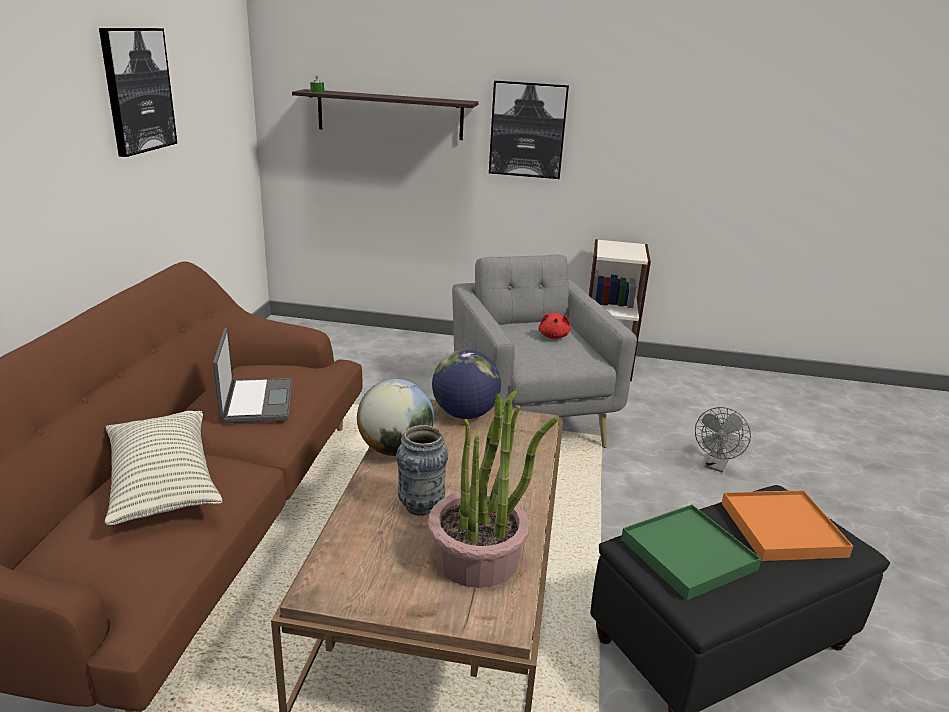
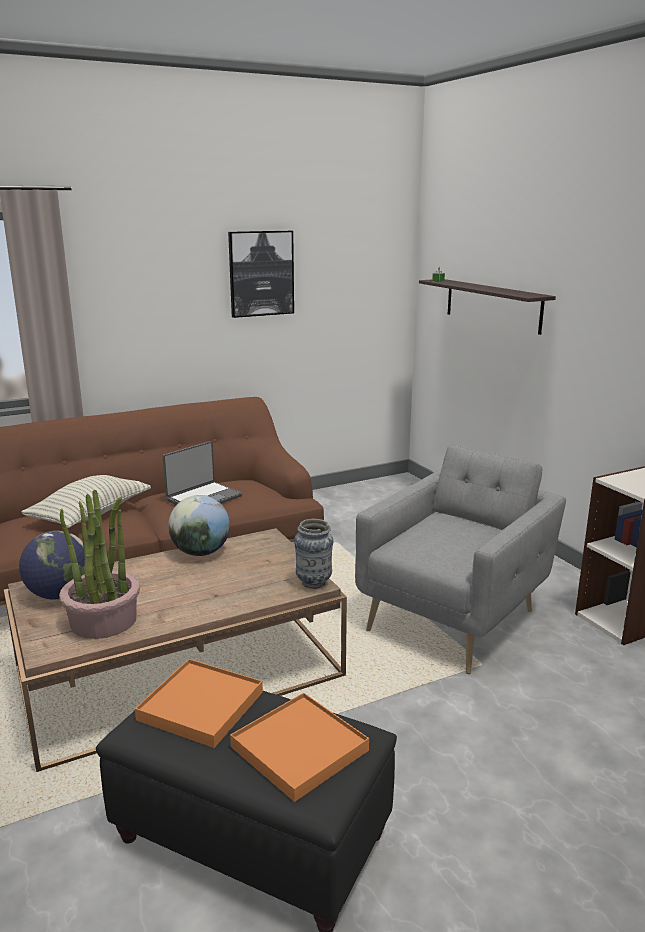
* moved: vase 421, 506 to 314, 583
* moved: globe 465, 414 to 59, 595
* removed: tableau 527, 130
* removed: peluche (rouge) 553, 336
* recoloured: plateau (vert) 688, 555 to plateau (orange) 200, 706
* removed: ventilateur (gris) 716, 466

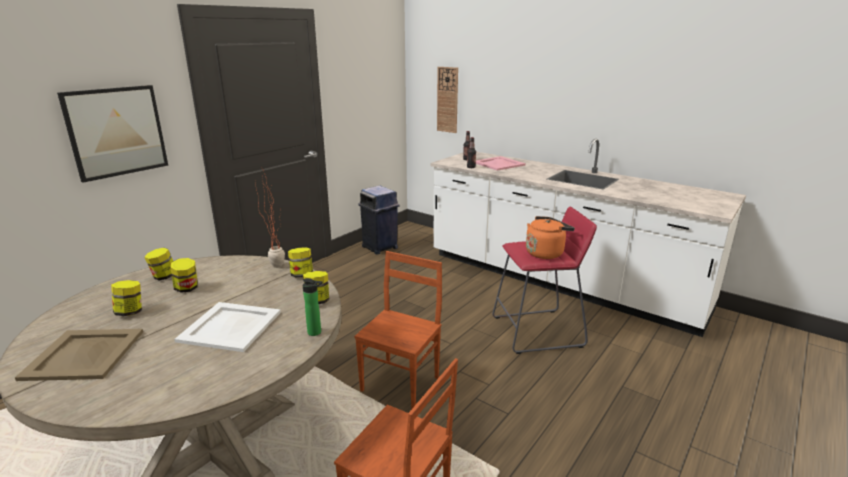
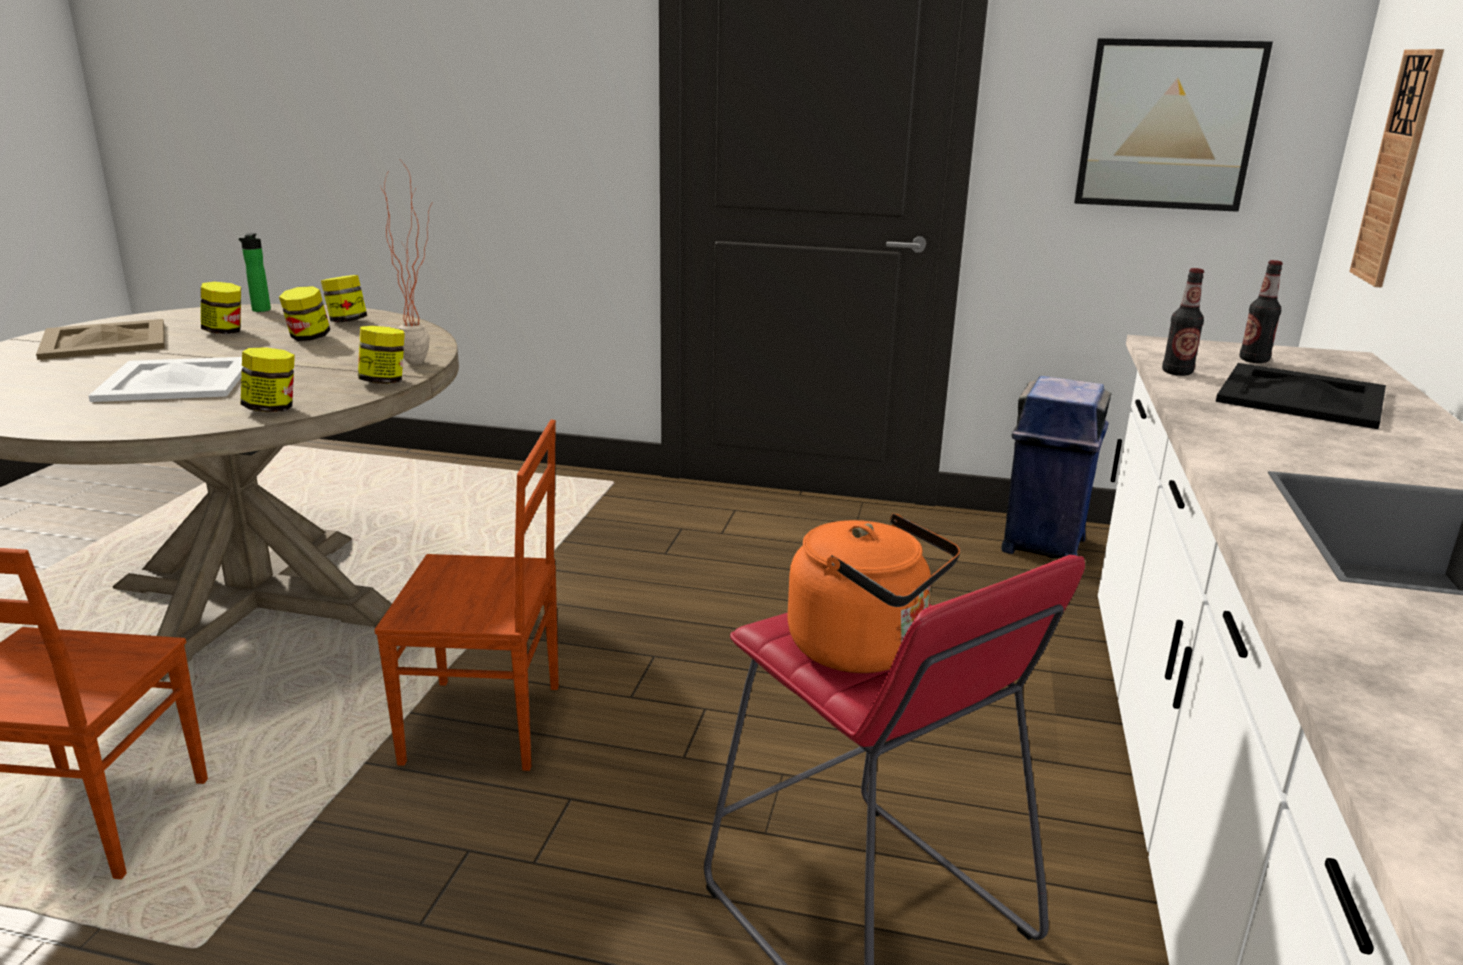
* moved: tableau 116, 132 to 1168, 125
* moved: bouteille 316, 332 to 260, 310
* recoloured: plateau (rose) 499, 163 to plateau (noir) 1303, 396

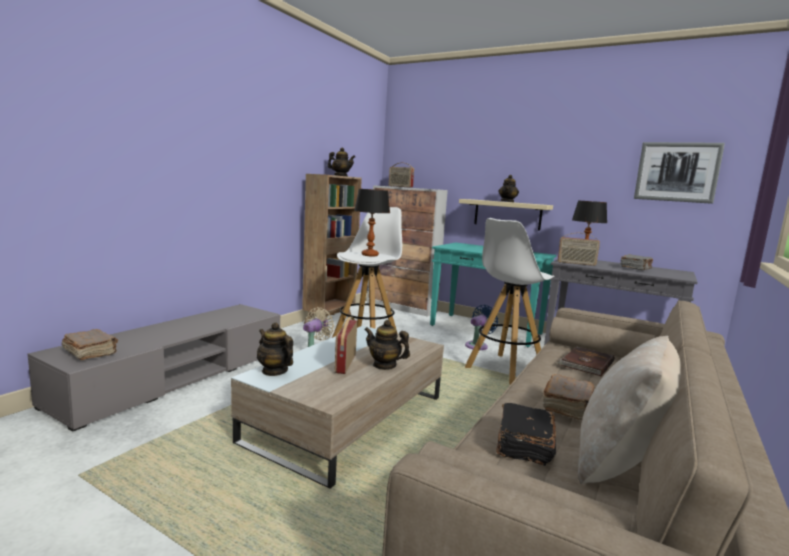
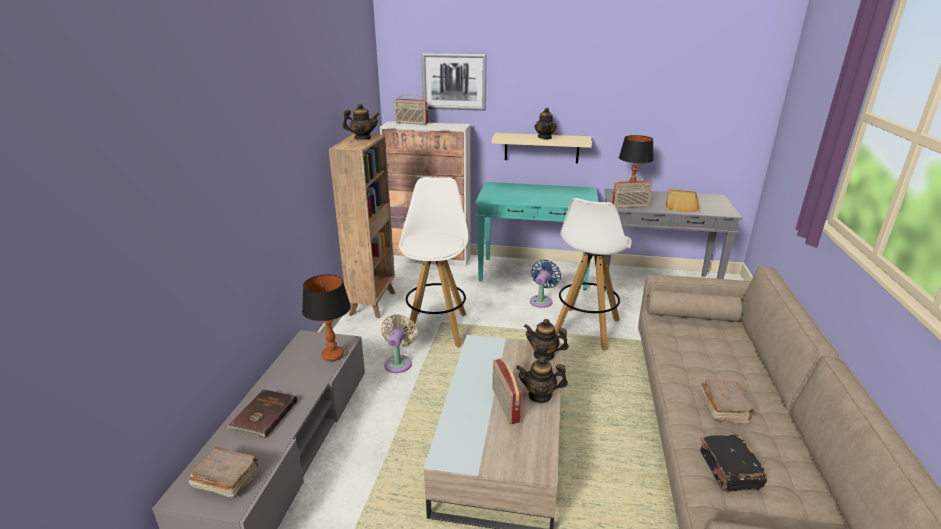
* moved: théière 274, 371 to 544, 355
* moved: lampe de table 370, 255 to 333, 355
* moved: livre (marron) 586, 363 to 263, 415
* removed: coussin (beige) 620, 462
* replaced: livre (gris) 636, 268 to plateau (beige) 681, 202
* moved: tableau 677, 172 to 454, 81

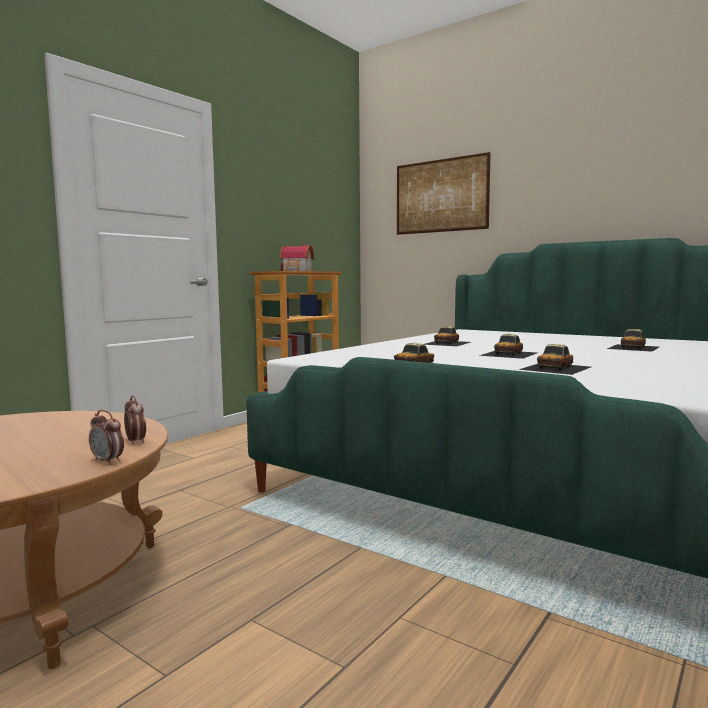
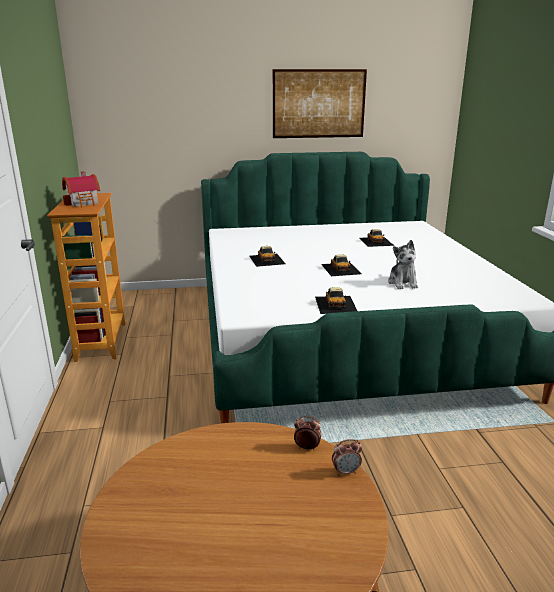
* moved: tableau 441, 196 to 319, 104
* replaced: petite voiture 556, 368 to peluche 402, 283

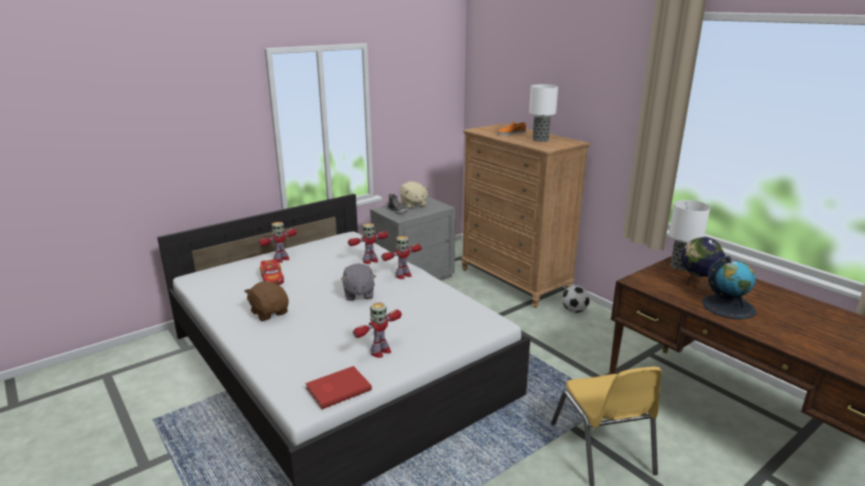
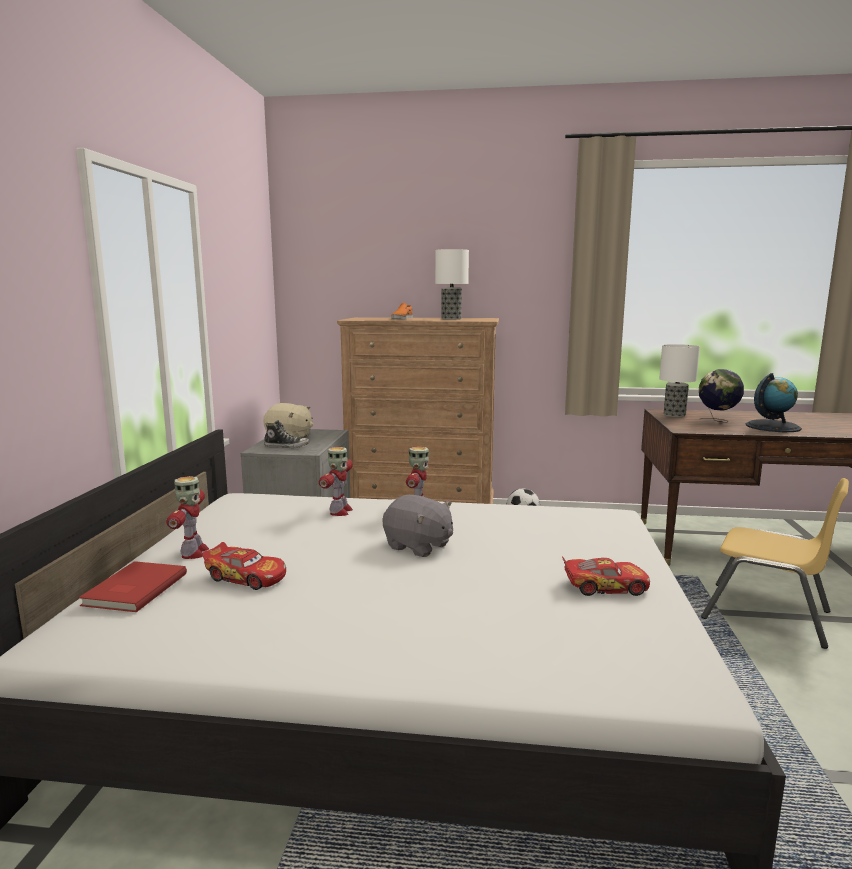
* removed: peluche (marron) 270, 313
* moved: livre (rouge) 337, 388 to 133, 589
* replaced: robot jouet 380, 352 to petite voiture 604, 586

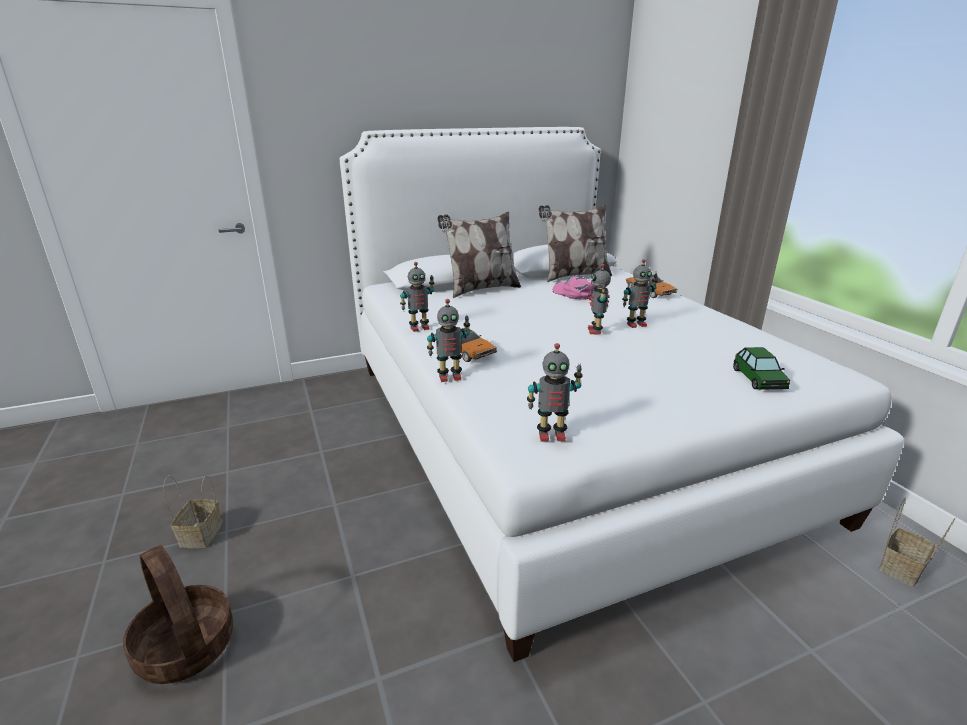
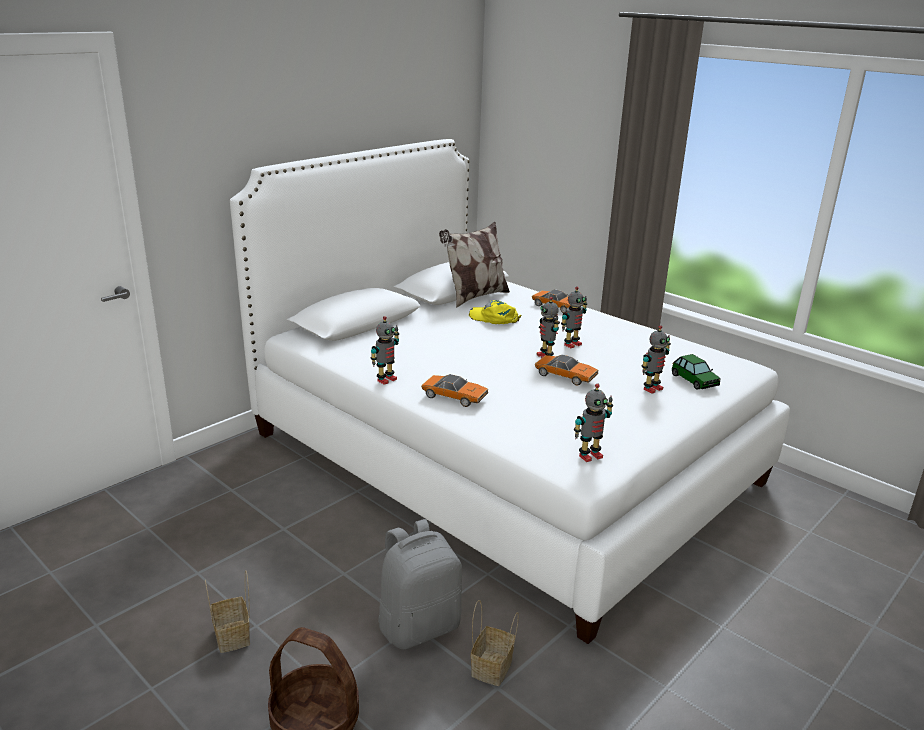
* moved: robot jouet 449, 377 to 651, 388
* removed: coussin 481, 289
* recoloured: casquette (rose) 576, 294 to casquette (jaune) 494, 318
* moved: panier 901, 569 to 492, 669
* added: sac à dos (gris) 419, 626
* added: petite voiture 565, 376

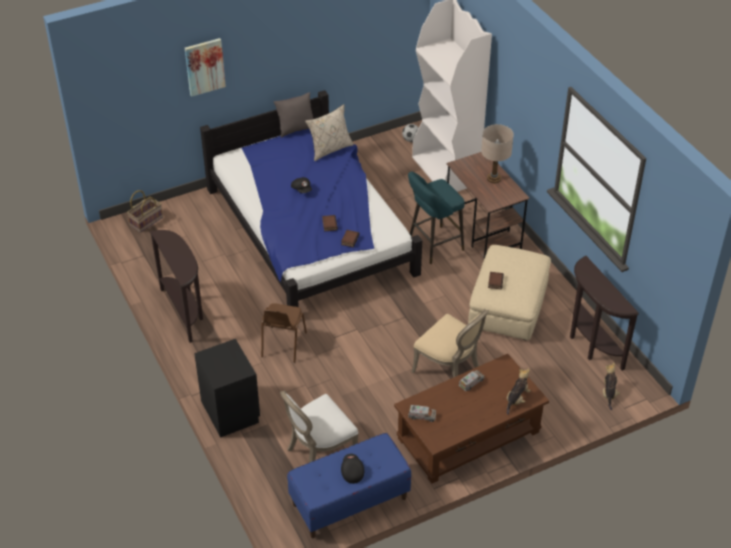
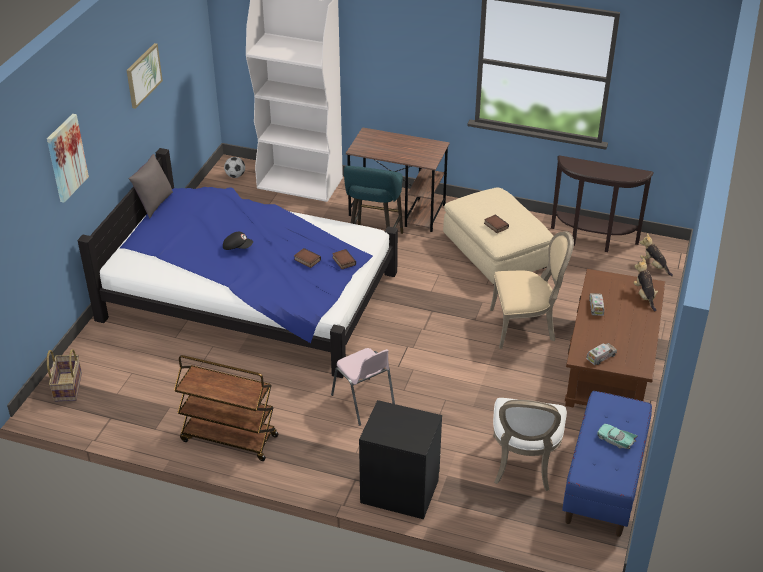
* replaced: table console (marron) 185, 311 to chariot (marron) 228, 438
* recoloured: chaise (marron) 283, 345 to chaise (rose) 363, 402
* removed: coussin (beige) 329, 149
* replaced: casquette (noir) 351, 471 to petite voiture (turquoise) 615, 440
* removed: lampe de table (beige) 493, 178
* added: tableau 143, 75

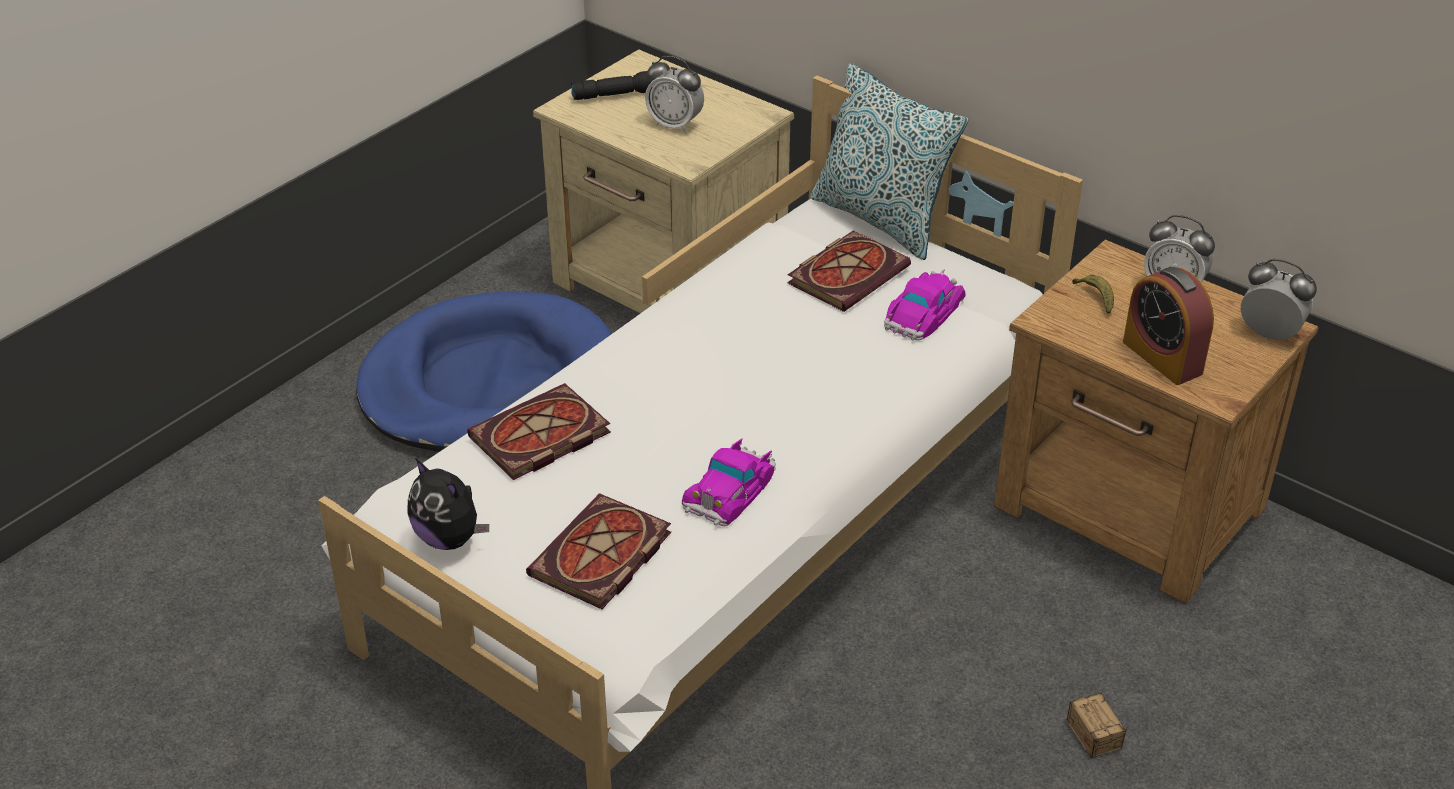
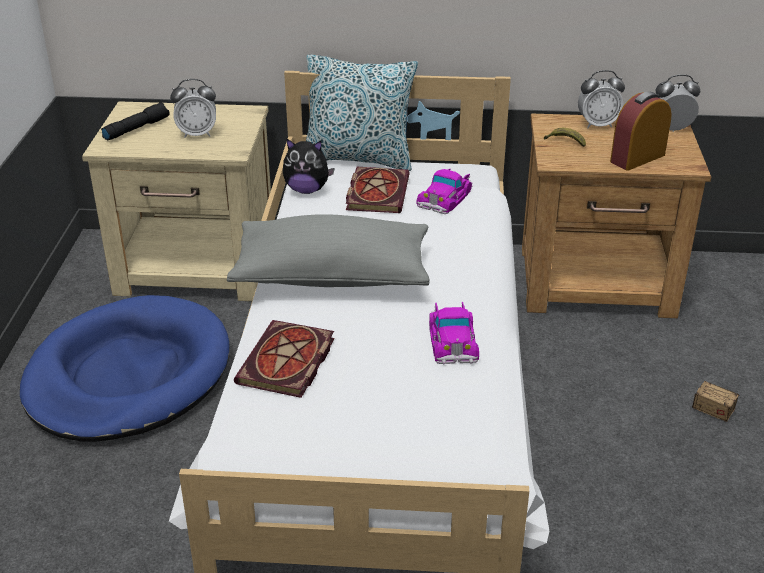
* moved: peluche 450, 538 to 307, 190
* removed: livre 601, 558
* turned: petite voiture 923, 312 = 445, 197 150 degrees counterclockwise
* turned: réveil 1162, 357 = 637, 158 120 degrees clockwise
* added: coussin (gris) 332, 276

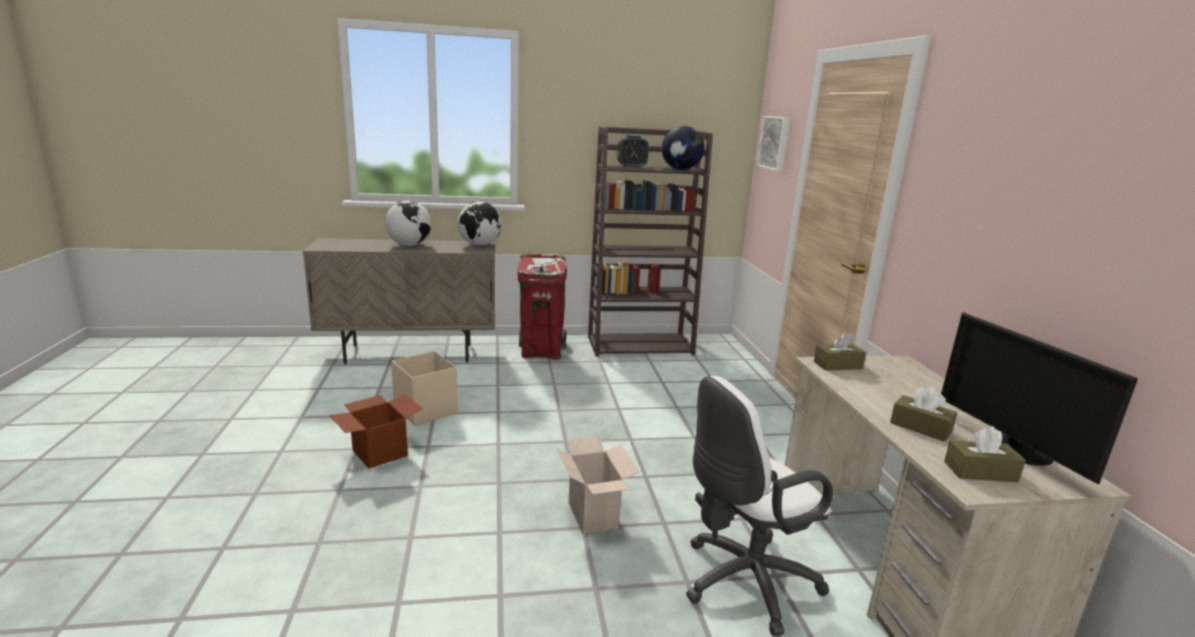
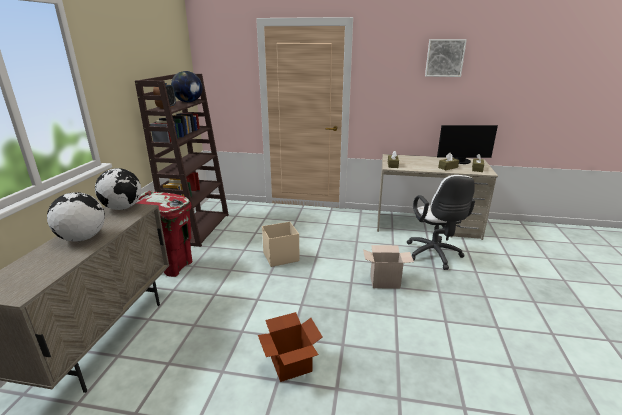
* moved: boîte de rangement (beige) 425, 410 to 280, 257
* moved: tableau 775, 143 to 444, 58

